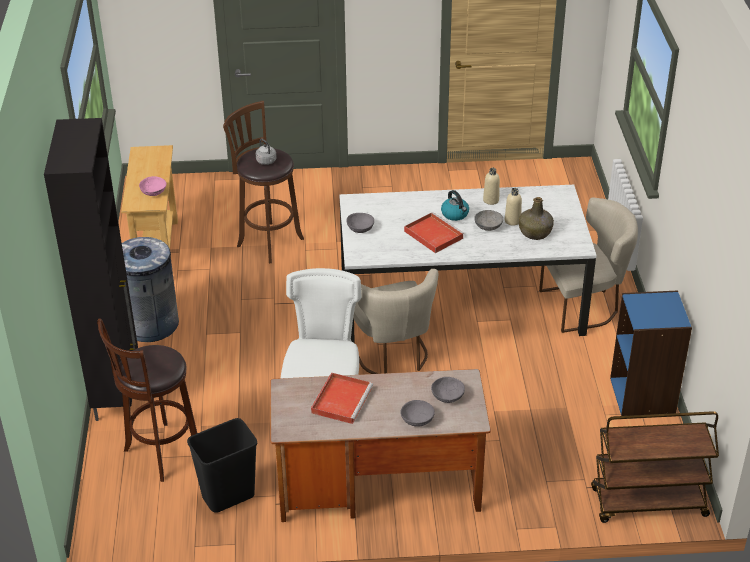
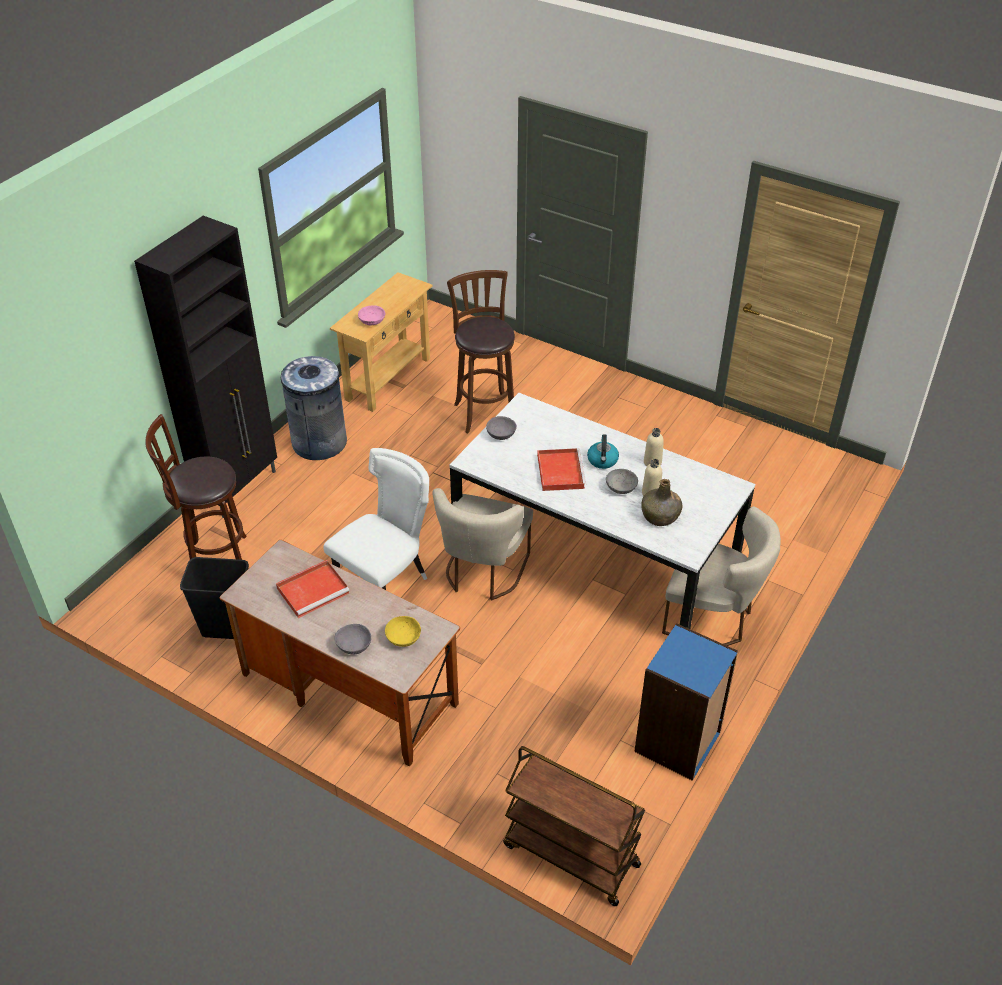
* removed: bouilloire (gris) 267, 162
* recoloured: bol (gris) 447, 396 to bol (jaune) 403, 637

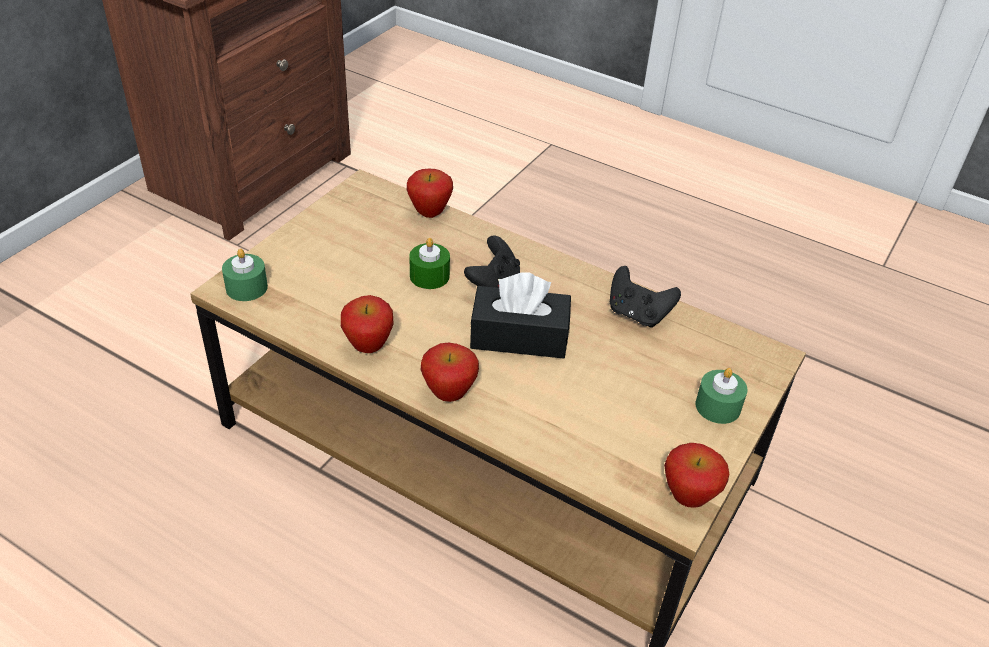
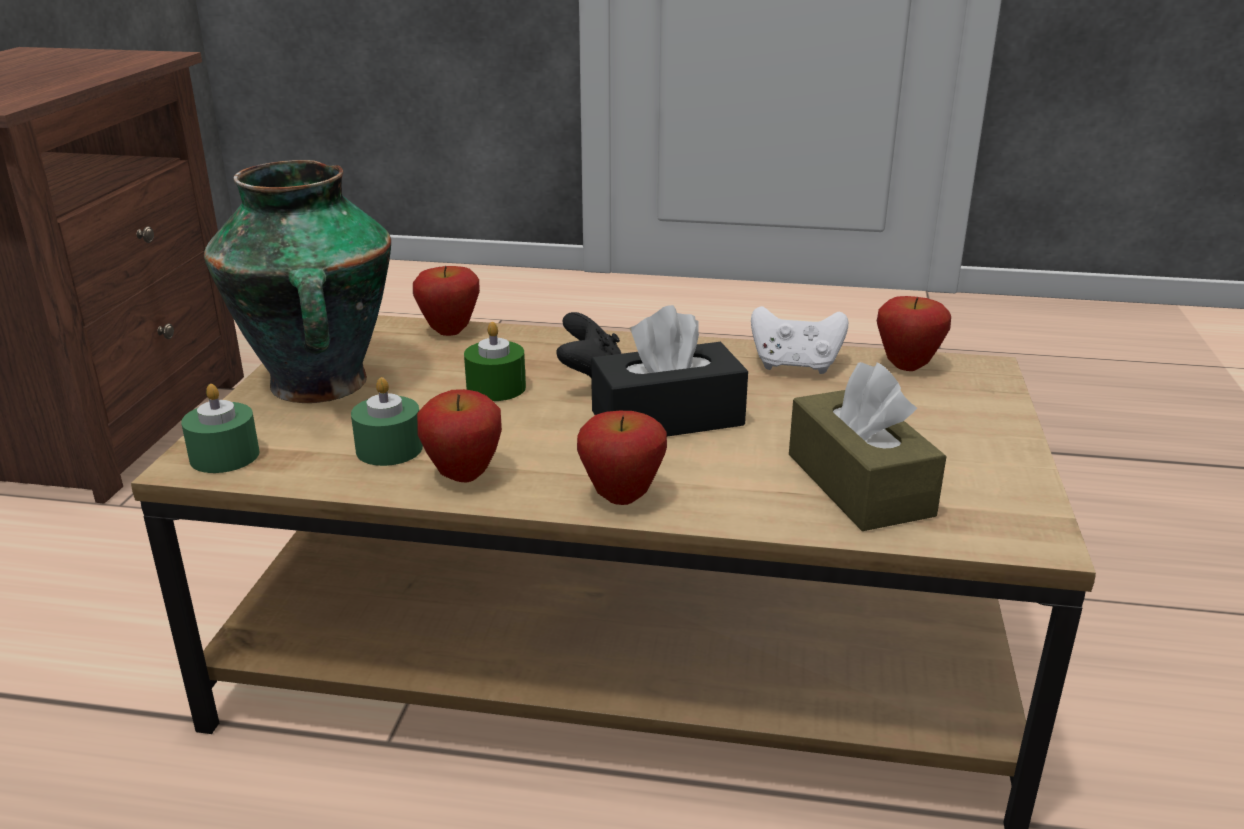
* recoloured: manette (noir) 637, 314 to manette (blanc) 795, 366
* moved: pomme 688, 498 to 907, 366
* moved: bougie (vert) 718, 406 to 389, 449
* added: vase 319, 385
* added: boîte à mouchoirs (marron) 859, 484

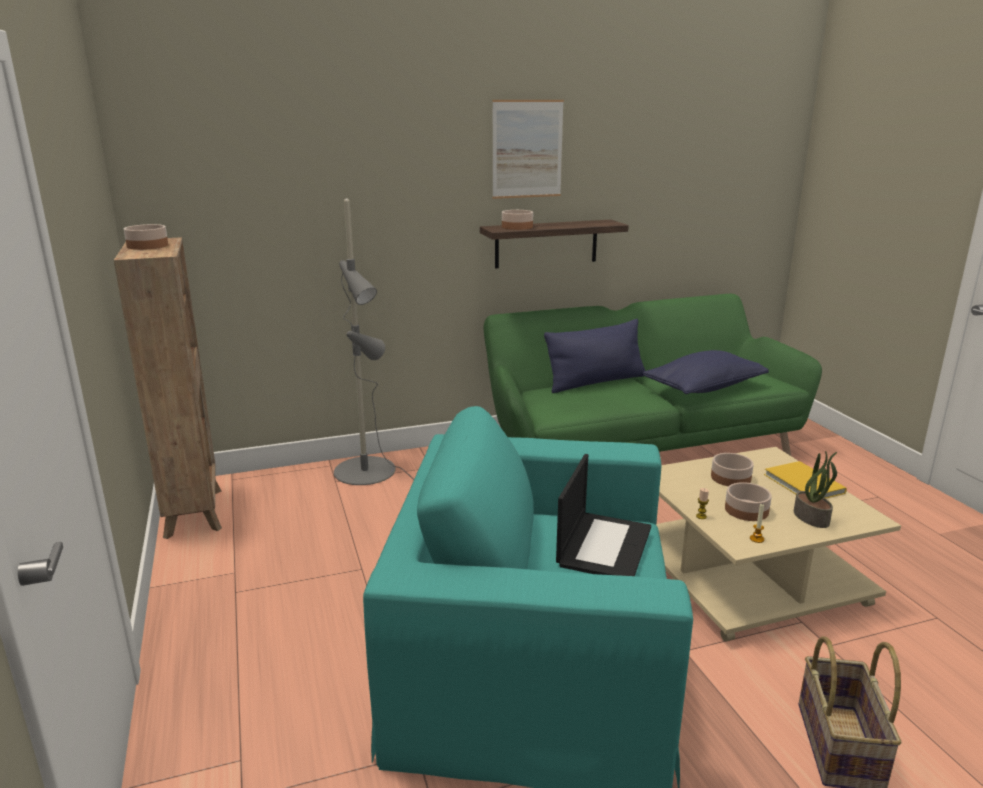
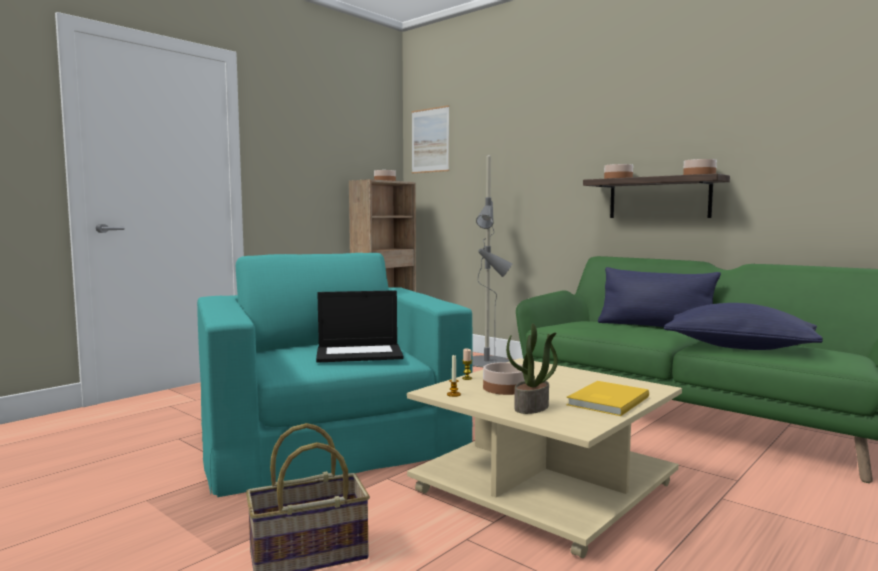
* moved: tableau 527, 149 to 430, 140
* moved: bol 731, 478 to 699, 175

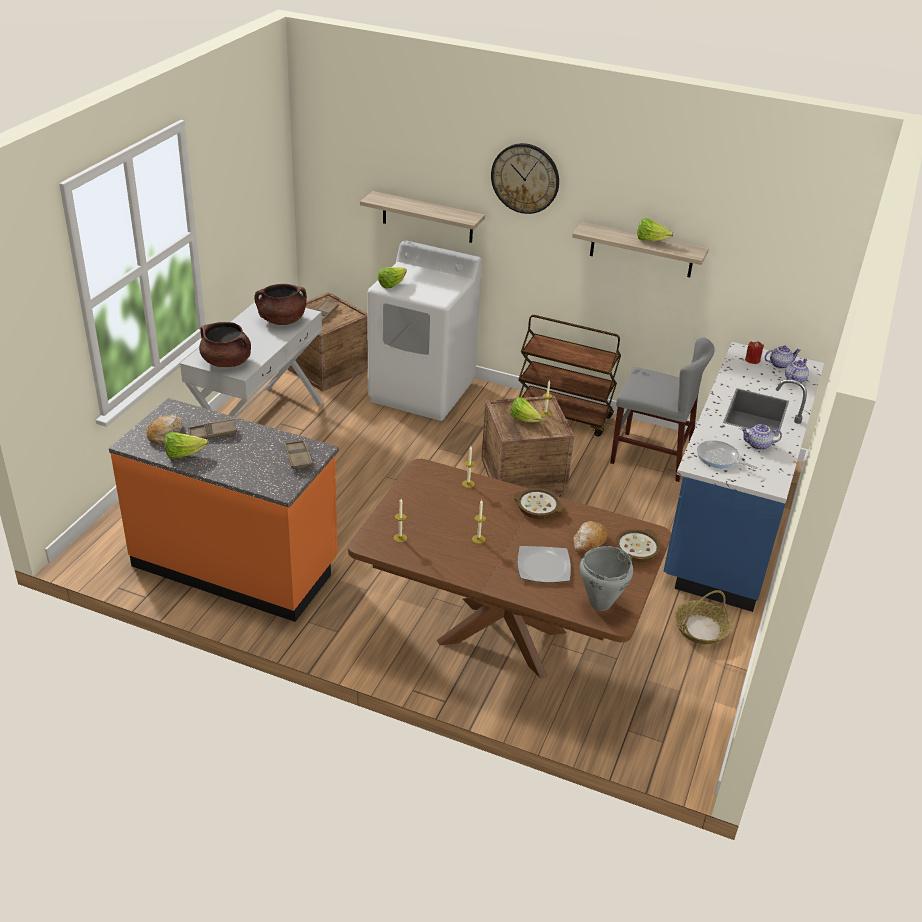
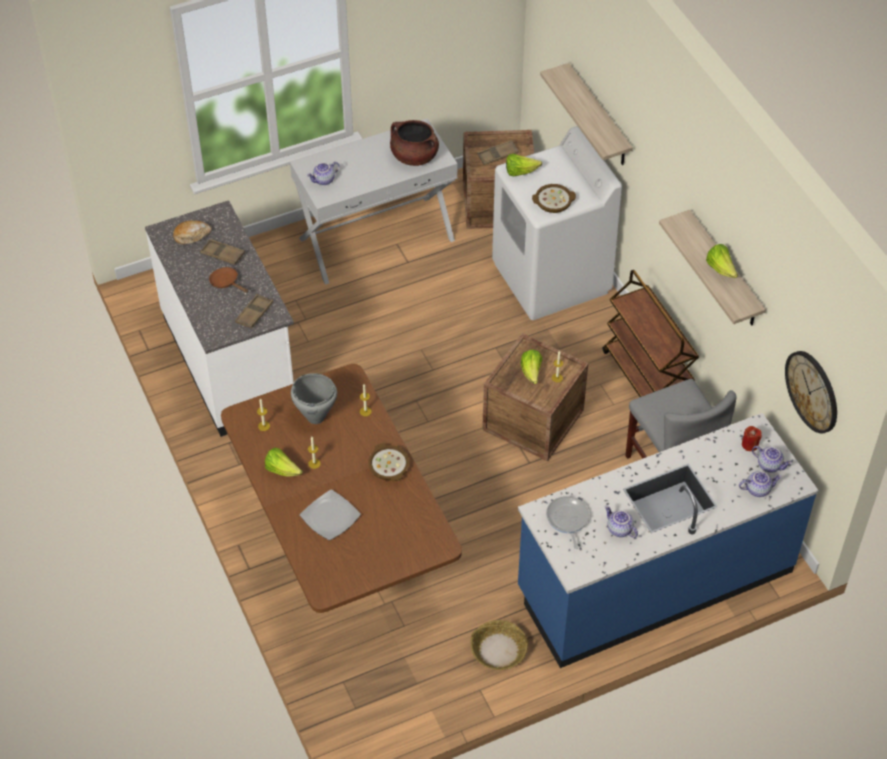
* recoloured: comptoir de cuisine (orange) 236, 564 to comptoir de cuisine (blanc) 230, 361
* moved: laitue 184, 454 to 282, 470
* replaced: marmite (marron) 227, 362 to théière 324, 180
* moved: horloge murale 525, 178 to 812, 391
* removed: pain 588, 542
* moved: marmite (gris) 599, 603 to 315, 417
* moved: bol 637, 550 to 553, 202
* added: poêle (marron) 226, 282

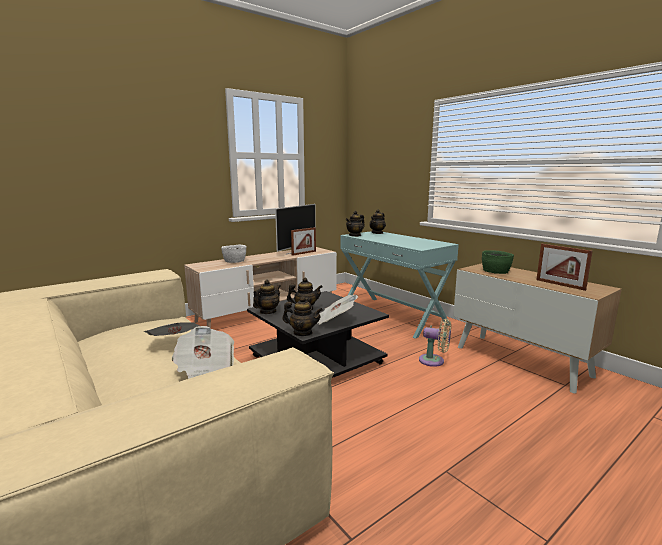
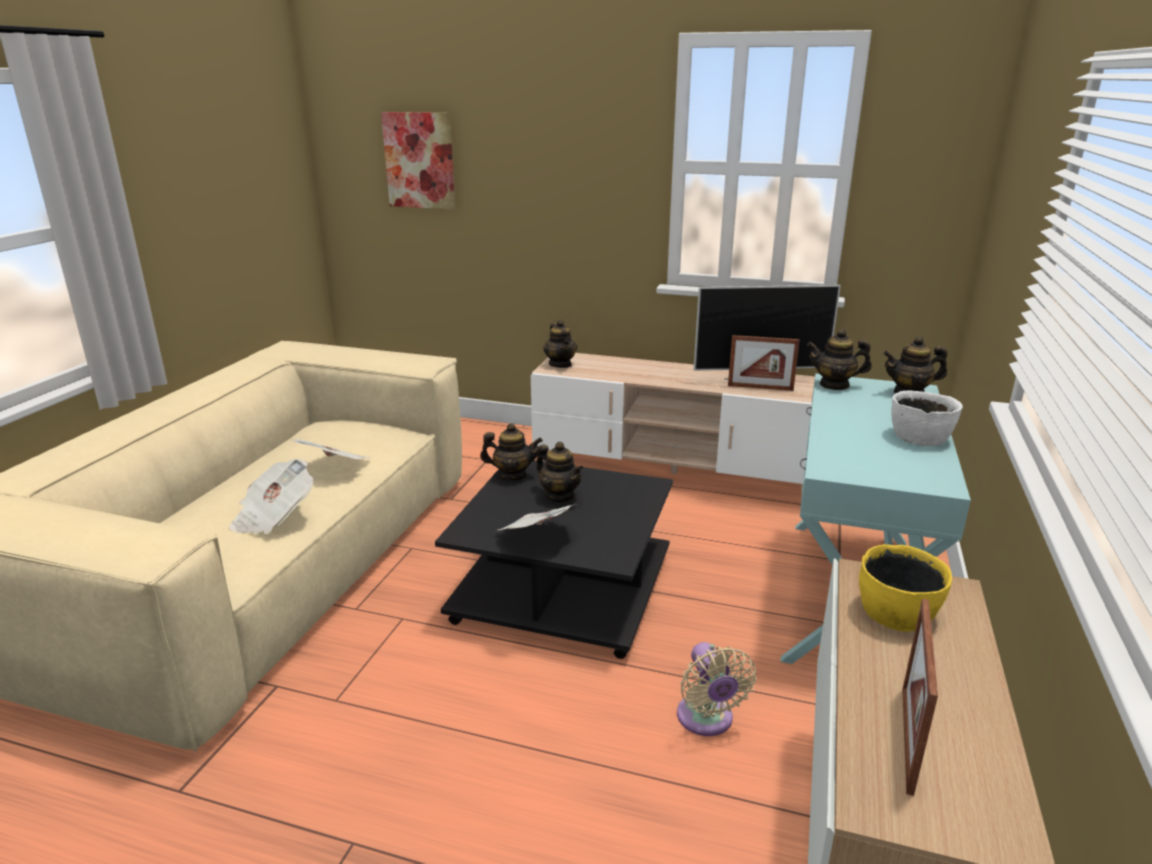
* moved: bol (blanc) 234, 261 to 919, 437
* moved: théière 302, 333 to 560, 364
* recoloured: bol (vert) 496, 271 to bol (jaune) 898, 612
* added: tableau 419, 160

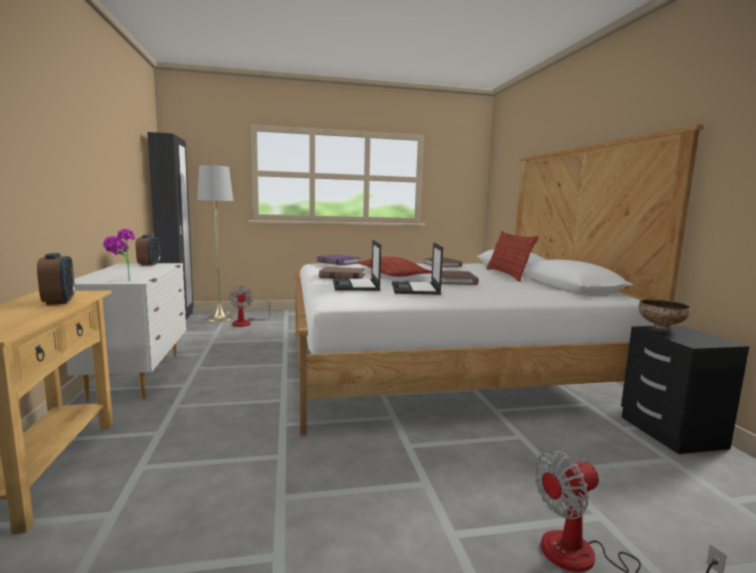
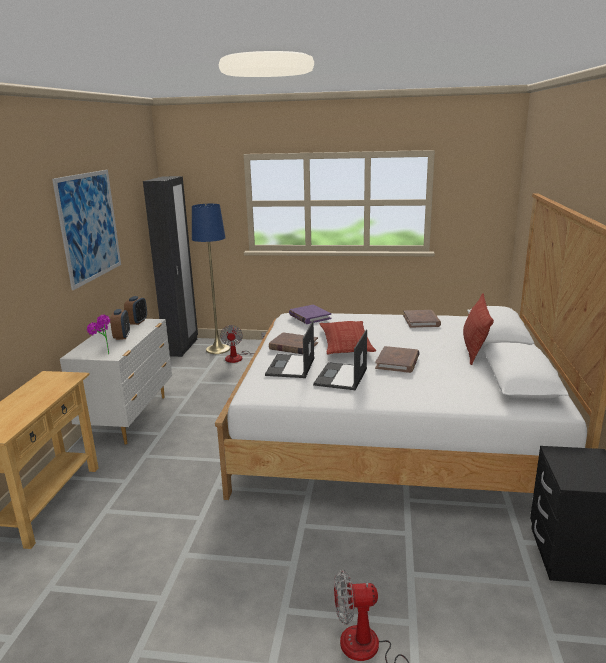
* moved: réveil 59, 301 to 122, 336
* recoloured: lampadaire (gris) 219, 318 to lampadaire (bleu) 218, 349
* removed: bol 660, 329
* added: tableau 89, 226

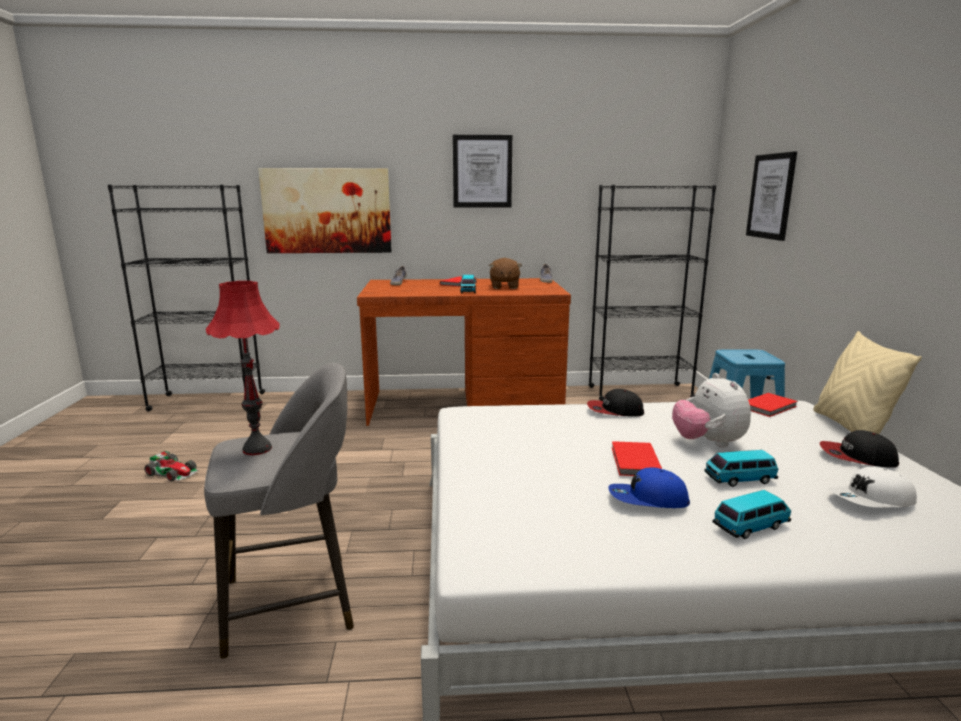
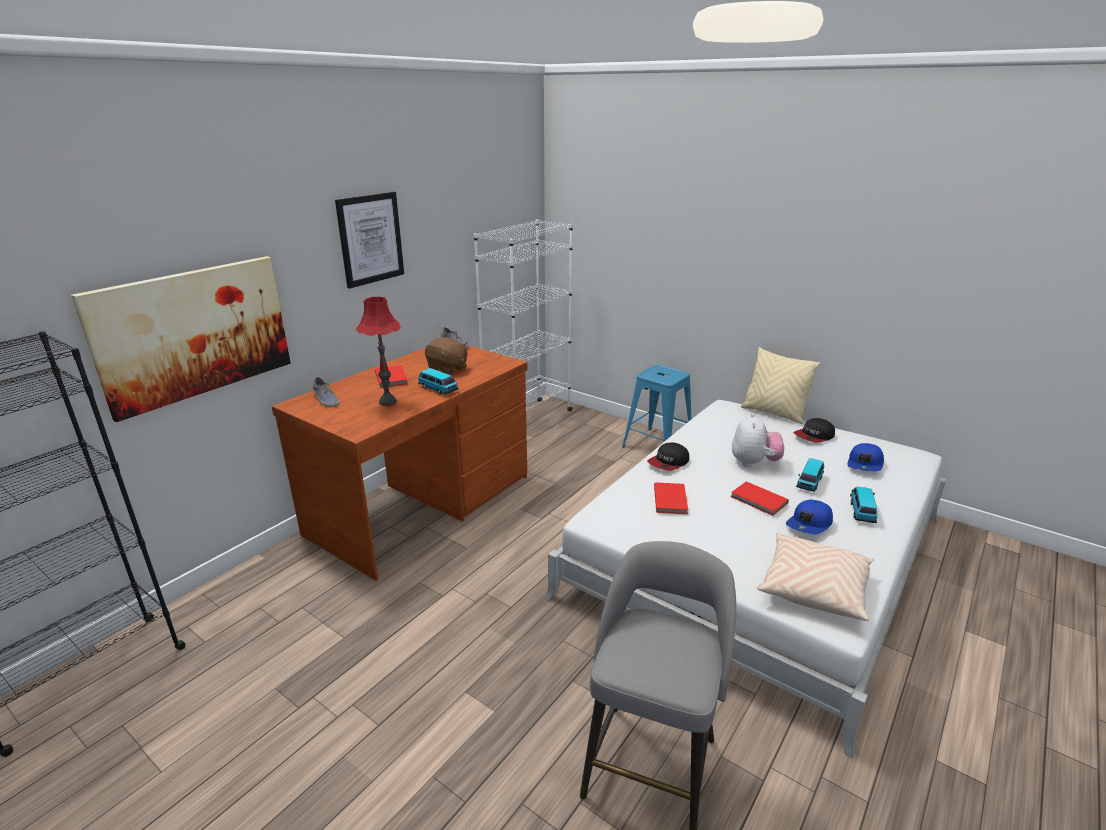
* removed: petite voiture 173, 472
* moved: lampe de table (rouge) 257, 449 to 387, 402
* recoloured: bibliothèque (noir) 639, 392 to bibliothèque (blanc) 528, 421
* turned: peluche 708, 443 = 754, 463 105 degrees counterclockwise
* removed: tableau 771, 196
* moved: livre (rouge) 769, 407 to 671, 499
* recoloured: casquette (blanc) 871, 500 to casquette (bleu) 865, 464
* added: coussin (beige) 813, 588

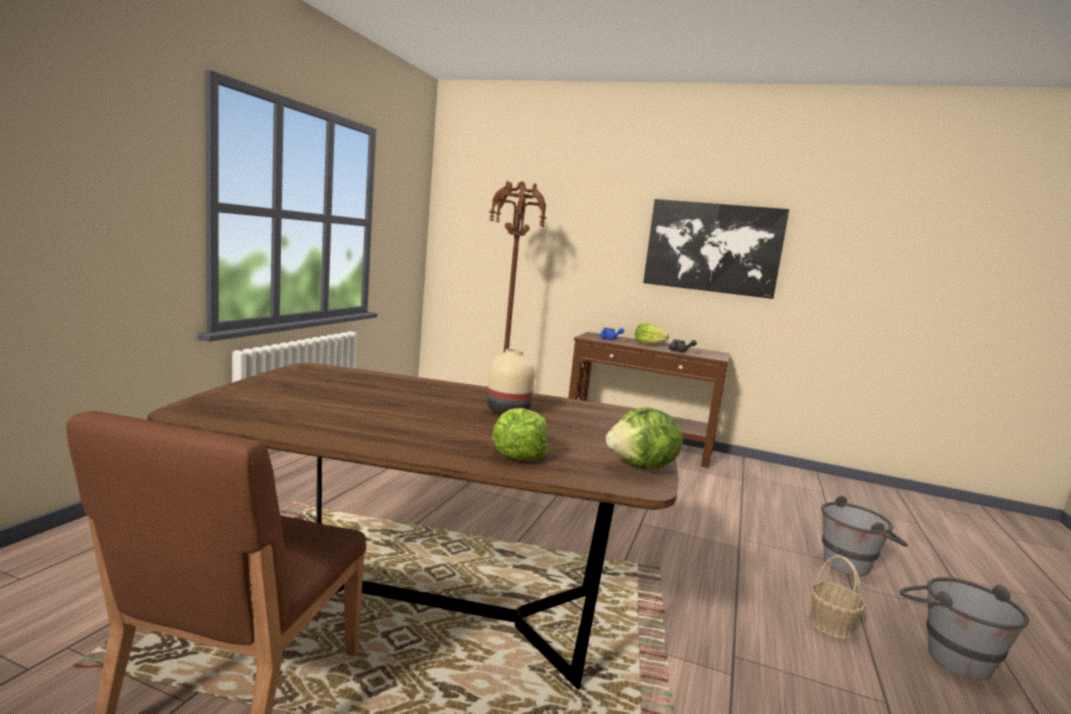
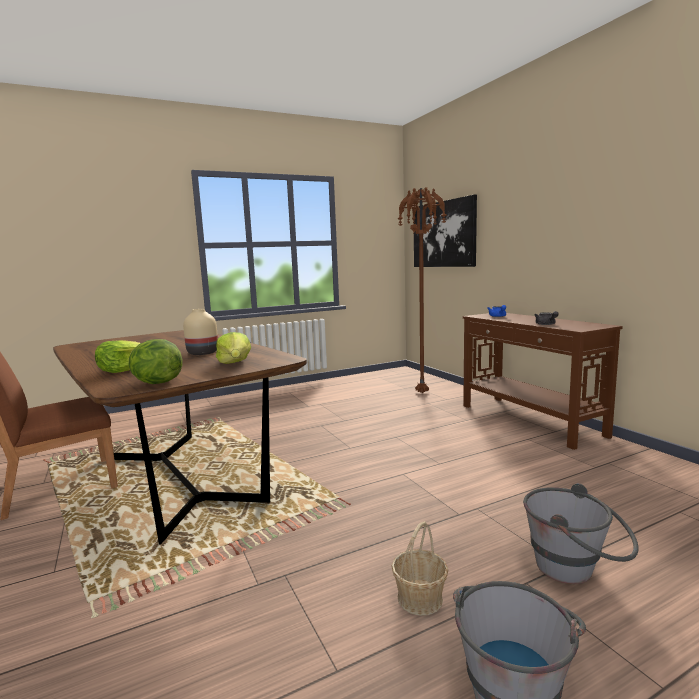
* moved: laitue 648, 343 to 235, 363
* moved: tableau 713, 247 to 443, 234

